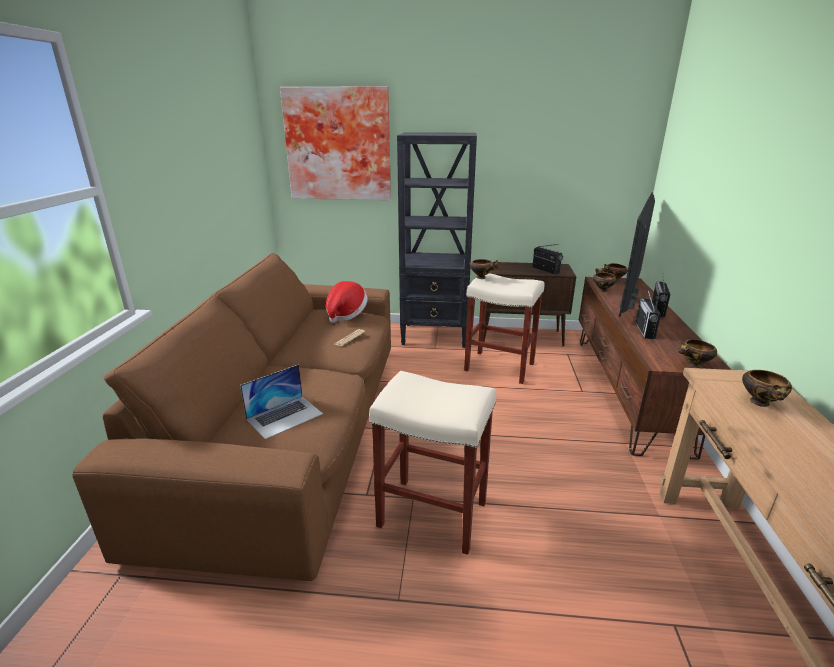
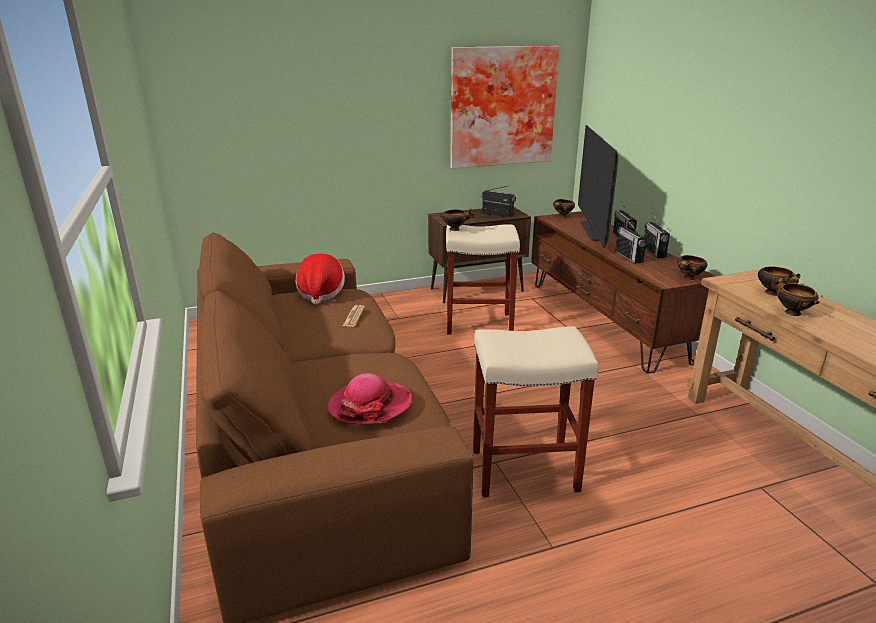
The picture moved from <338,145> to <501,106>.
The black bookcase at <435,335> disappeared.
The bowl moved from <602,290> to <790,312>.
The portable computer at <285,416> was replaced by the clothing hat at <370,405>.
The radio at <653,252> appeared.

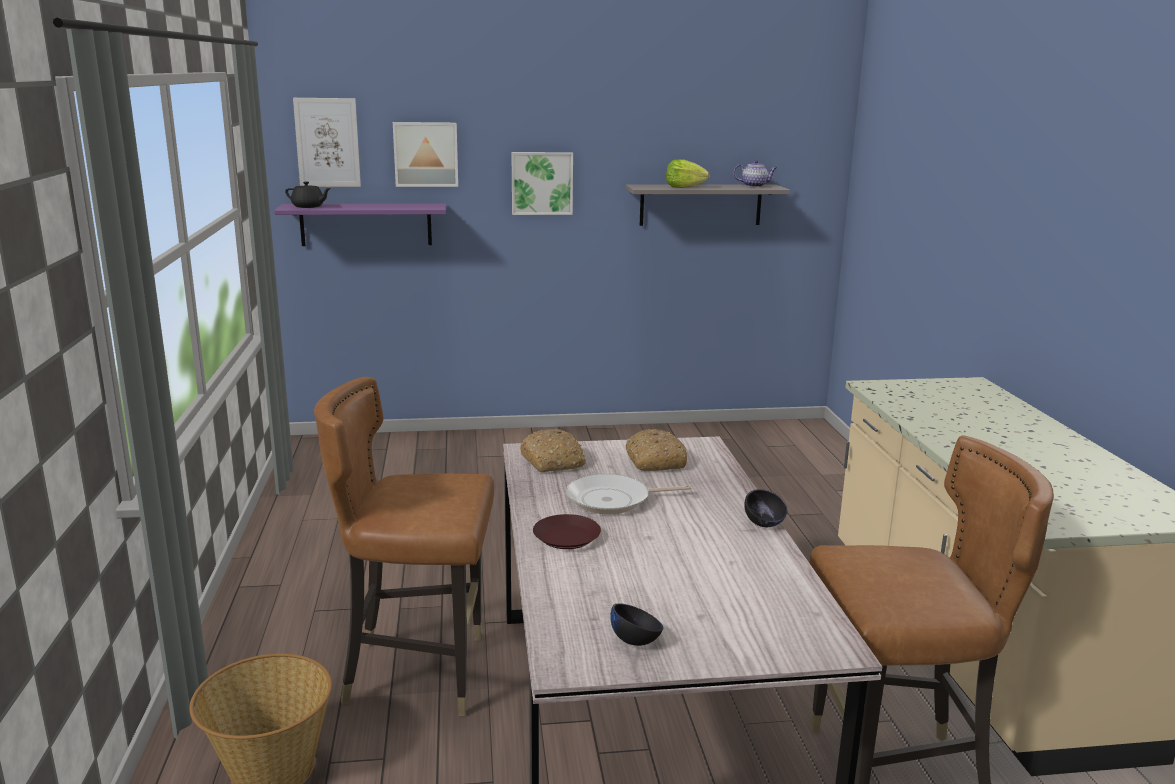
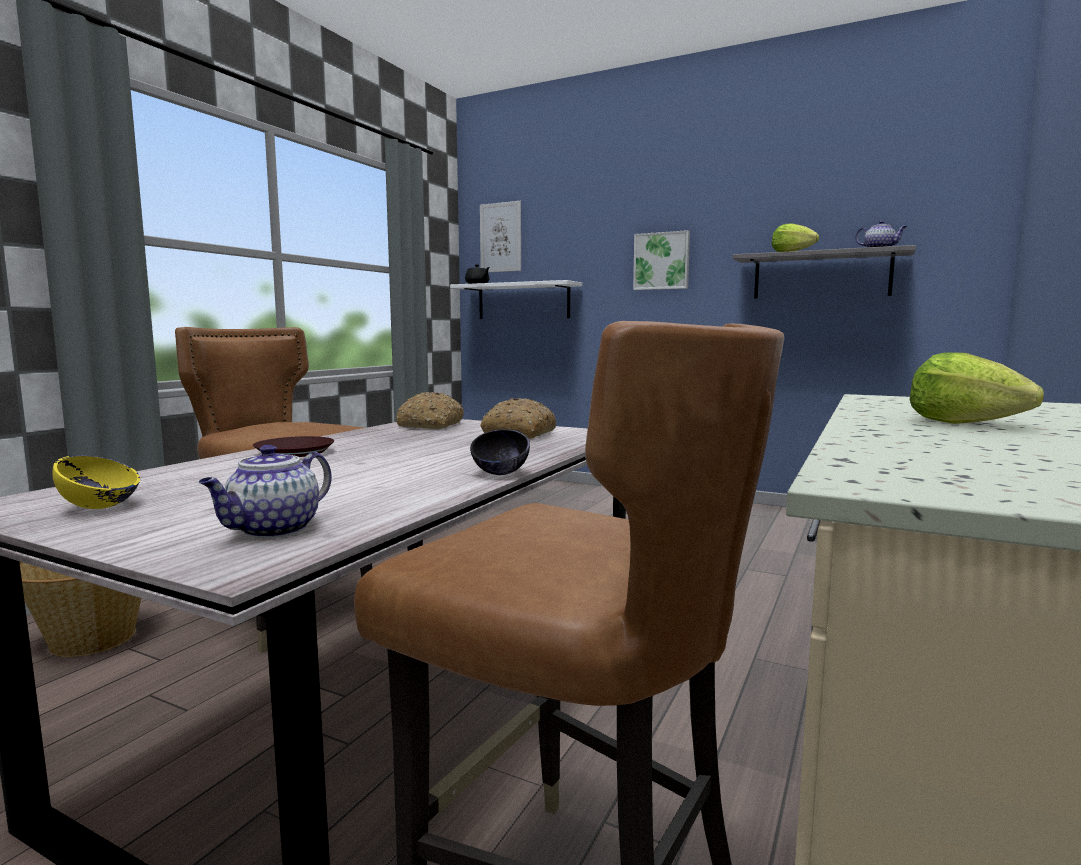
The picture at <426,154> disappeared.
The purplish bracket shelf at <366,224> became the whitish bracket shelf at <523,301>.
The pan at <613,500> disappeared.
The black bowl at <636,641> became the yellow bowl at <100,507>.
The head of lettuce at <963,423> appeared.
The pot for tea at <273,530> appeared.

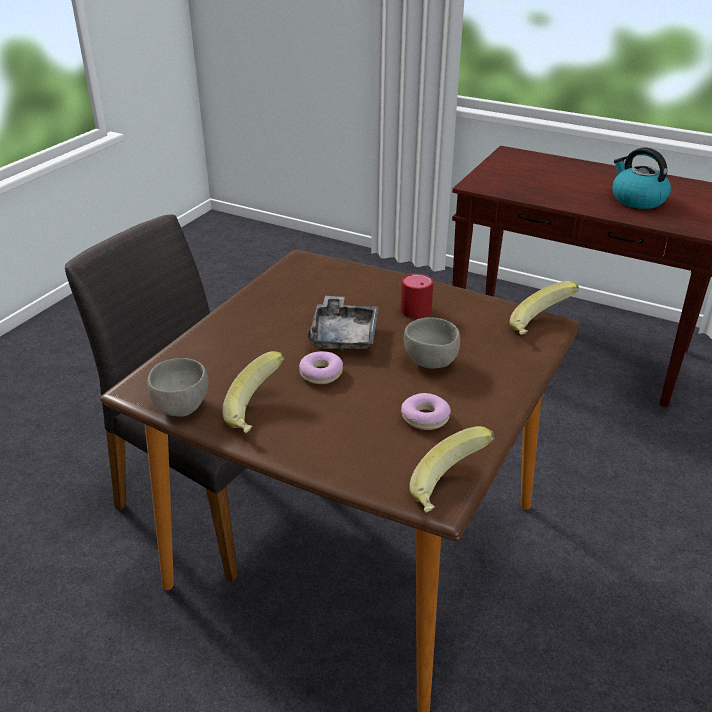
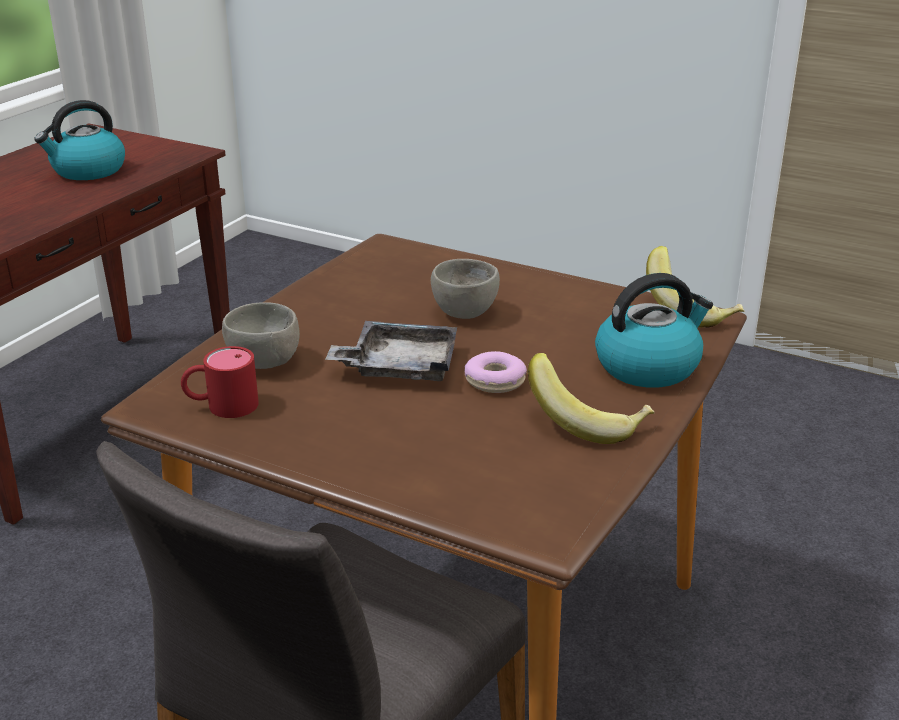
The reddish tea mug moved from <414,306> to <221,406>.
The banana at <541,327> disappeared.
The gray bowl moved from <179,406> to <265,362>.
The donut at <425,418> disappeared.
The water kettle at <648,366> appeared.

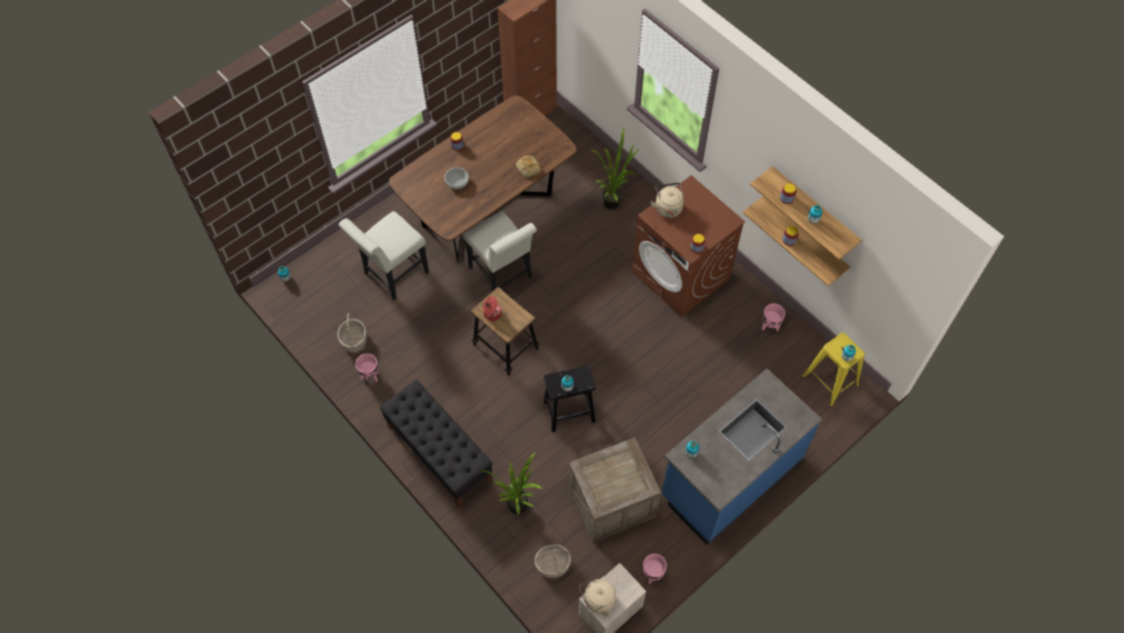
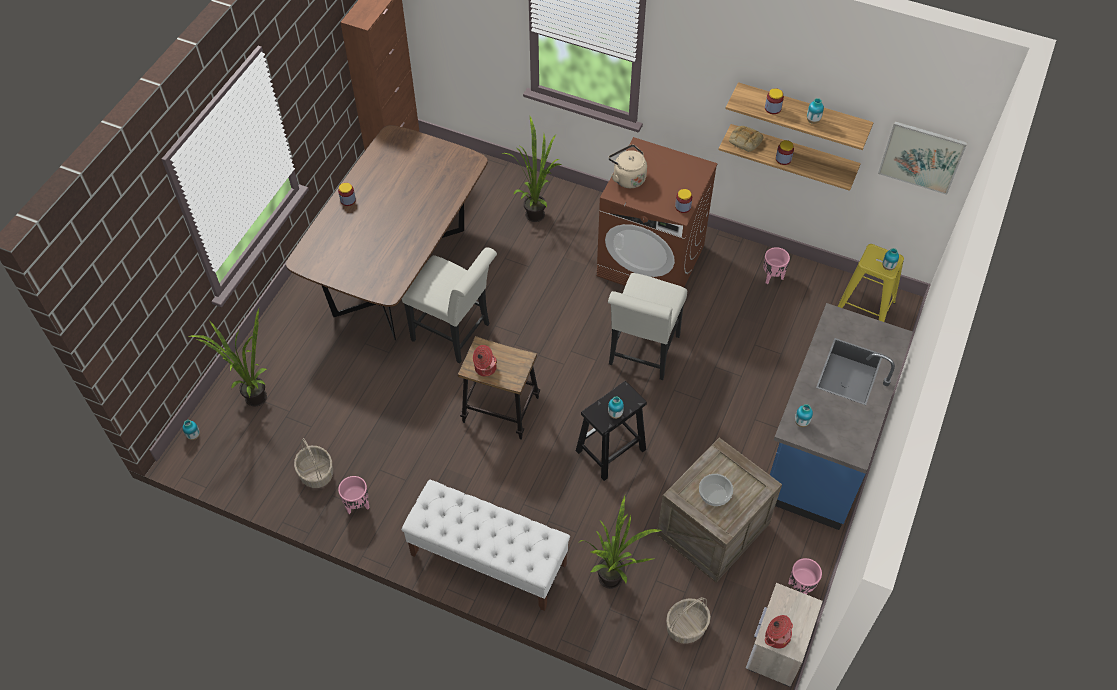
The bakery bread moved from <528,168> to <744,141>.
The bowl moved from <457,182> to <715,494>.
The whitish upright chair moved from <392,275> to <642,354>.
The black long seat at <439,454> became the whitish long seat at <488,559>.
The beige water kettle at <597,601> was replaced by the stockpot at <776,636>.
The picture at <921,157> appeared.
The houseplant at <251,396> appeared.

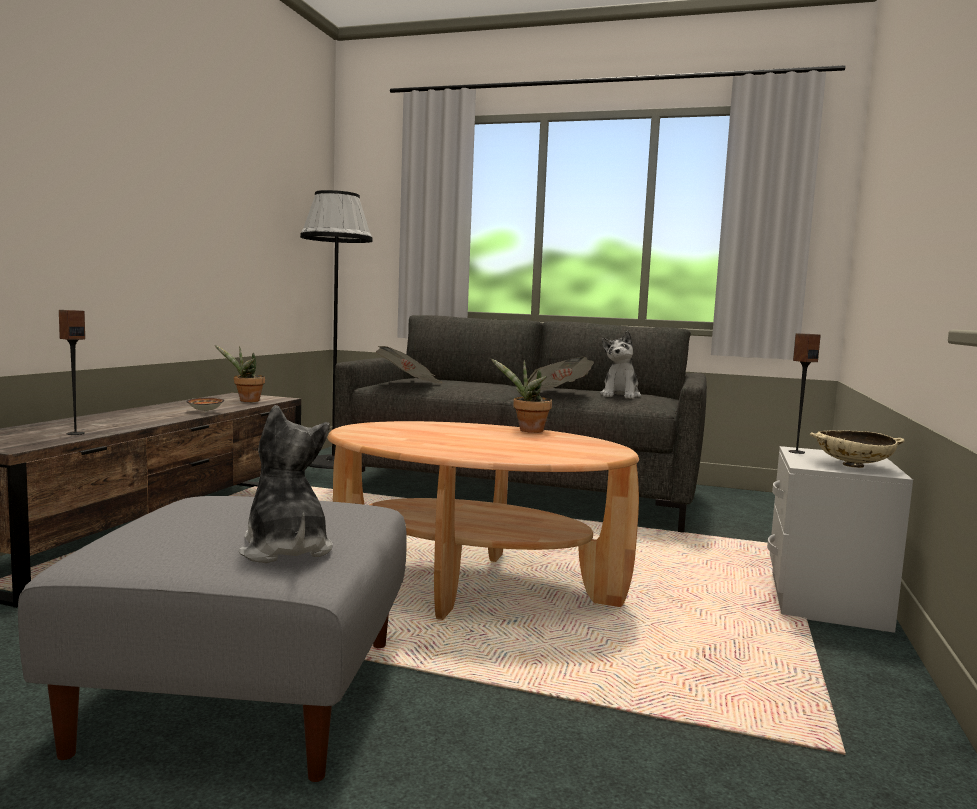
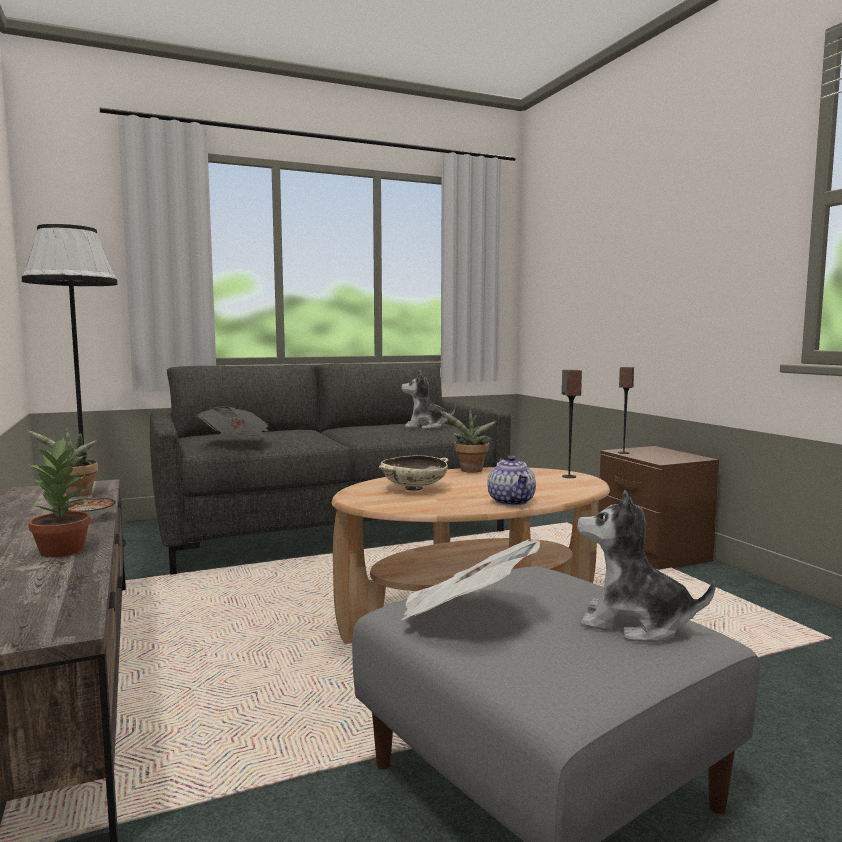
The loudspeaker moved from <75,433> to <568,476>.
The plush toy at <620,395> turned 120 degrees clockwise.
The printed paper moved from <557,393> to <464,615>.
The beige bowl moved from <853,466> to <414,489>.
The gray night table at <826,600> became the brown-coloured night table at <653,553>.
The houseplant at <63,550> appeared.
The pot for tea at <512,501> appeared.

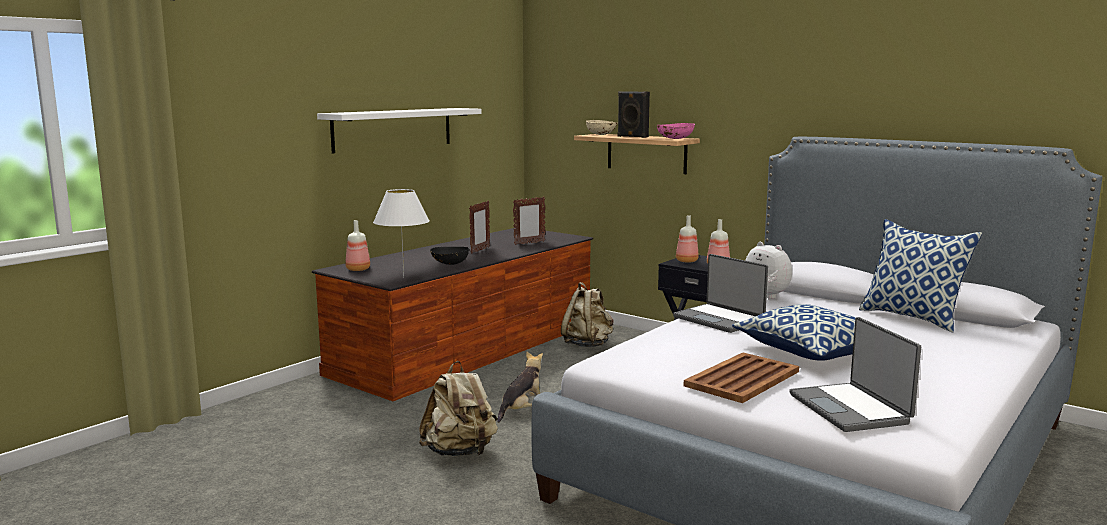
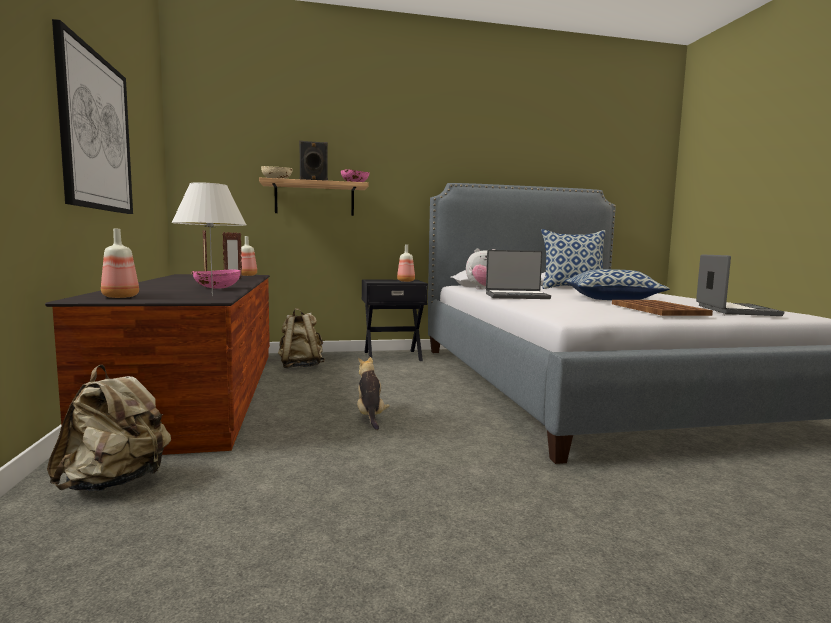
The whitish bracket shelf at <393,129> was replaced by the picture at <96,132>.
The bottle moved from <686,261> to <247,275>.
The black bowl at <449,264> became the pink bowl at <217,288>.
The portable computer at <850,409> turned 105 degrees counterclockwise.
The beige backpack moved from <460,452> to <115,482>.

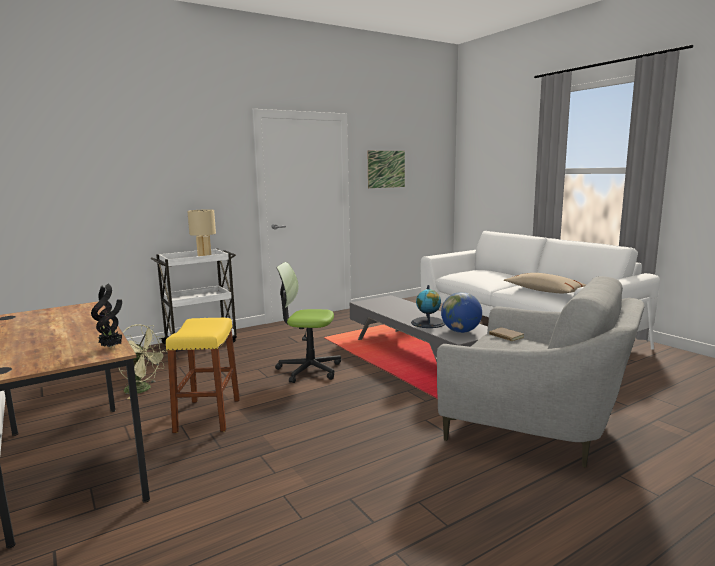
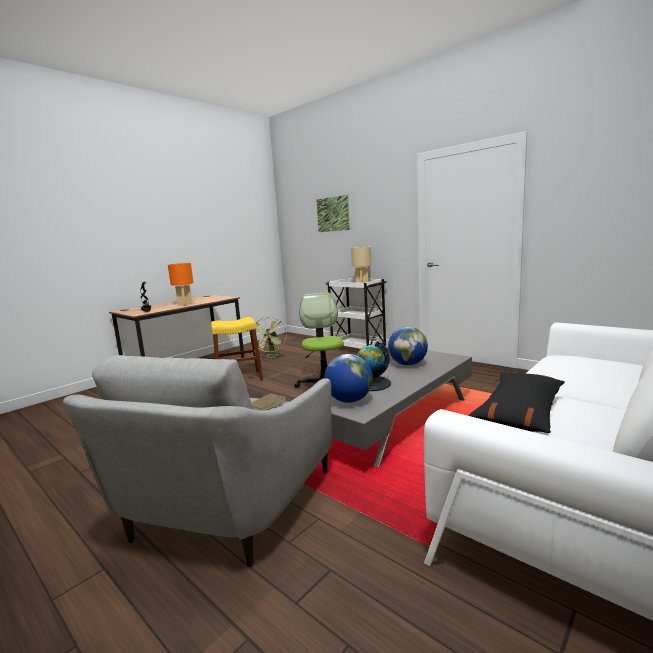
The picture moved from <386,169> to <332,214>.
The beige cushion at <544,291> became the black cushion at <520,412>.
The orange lamp for a table at <184,304> appeared.
The desk globe at <408,364> appeared.

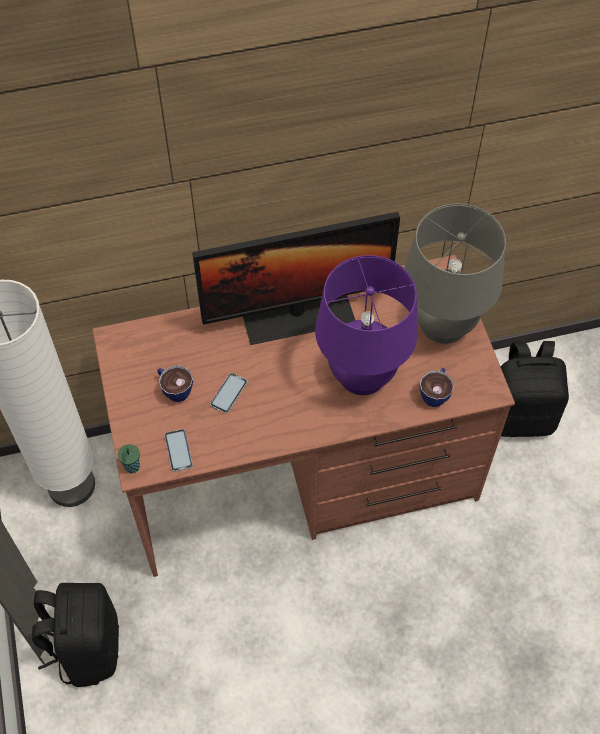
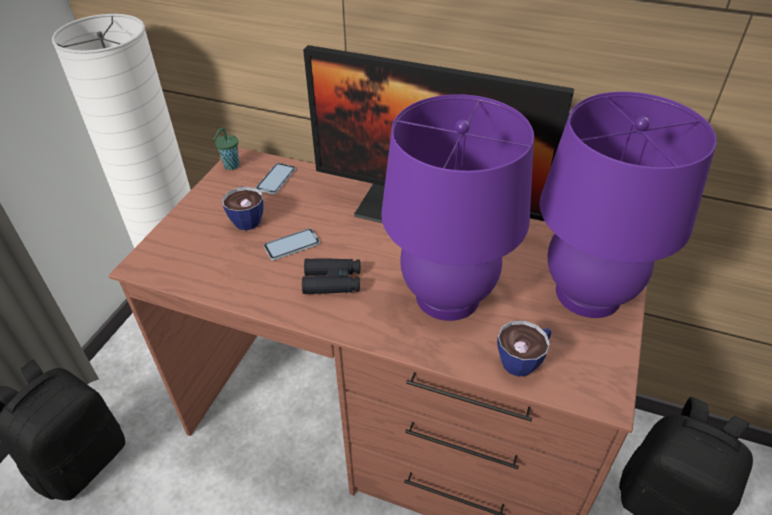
The gray lamp for a table at <443,324> became the purplish lamp for a table at <588,293>.
The telephone moved from <178,451> to <276,179>.
The greenish small cup moved from <132,467> to <231,166>.
The black field glasses at <332,281> appeared.

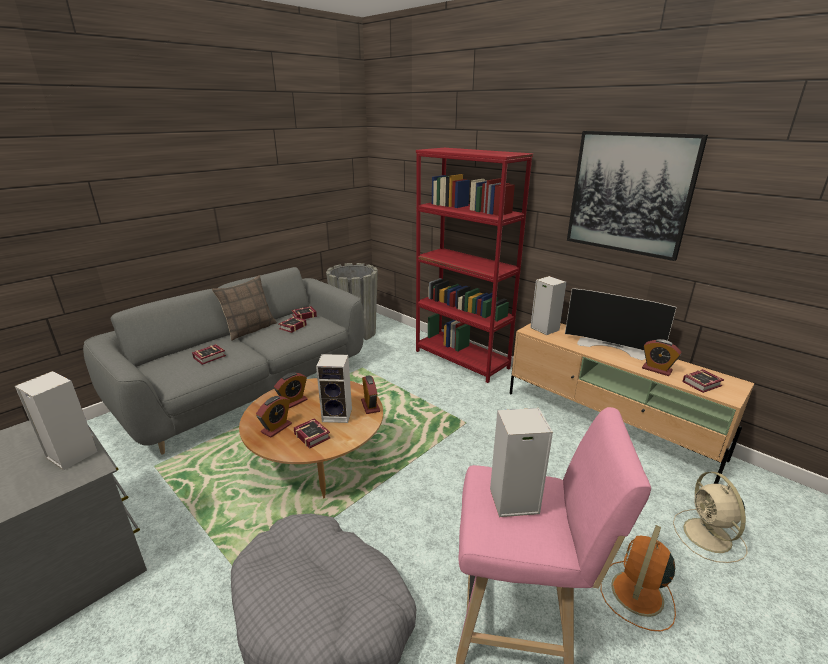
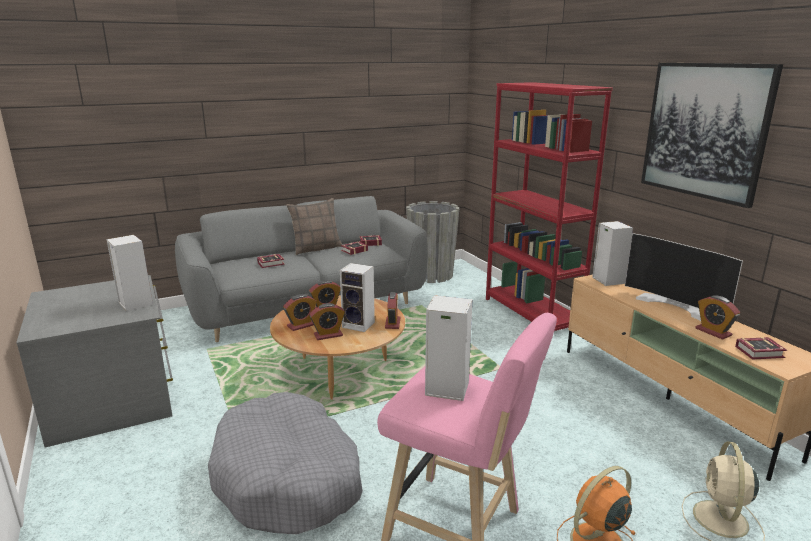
The volume at <312,435> was replaced by the table clock at <328,335>.

